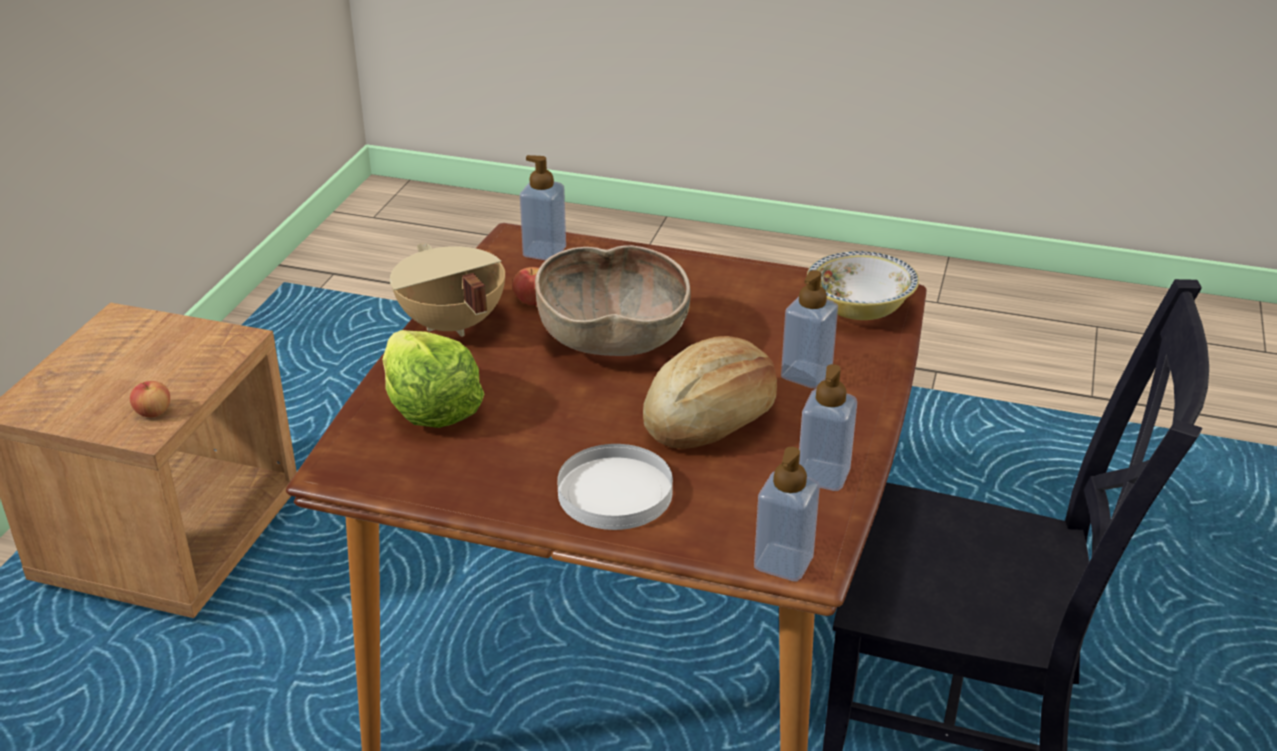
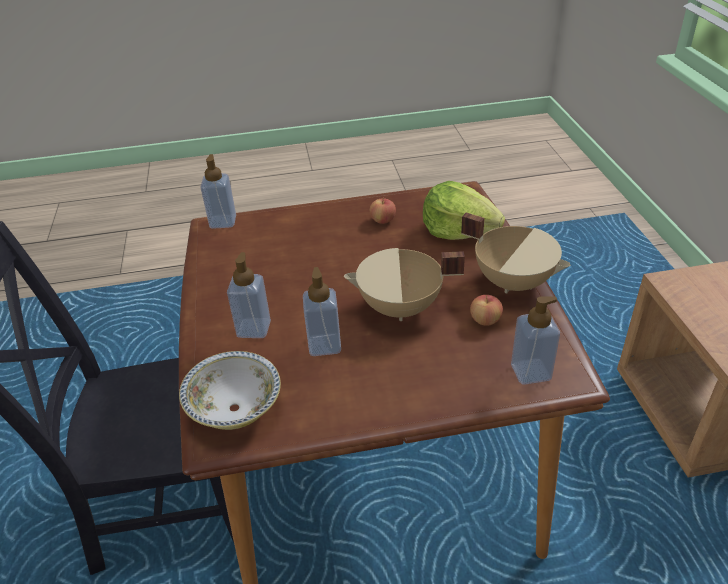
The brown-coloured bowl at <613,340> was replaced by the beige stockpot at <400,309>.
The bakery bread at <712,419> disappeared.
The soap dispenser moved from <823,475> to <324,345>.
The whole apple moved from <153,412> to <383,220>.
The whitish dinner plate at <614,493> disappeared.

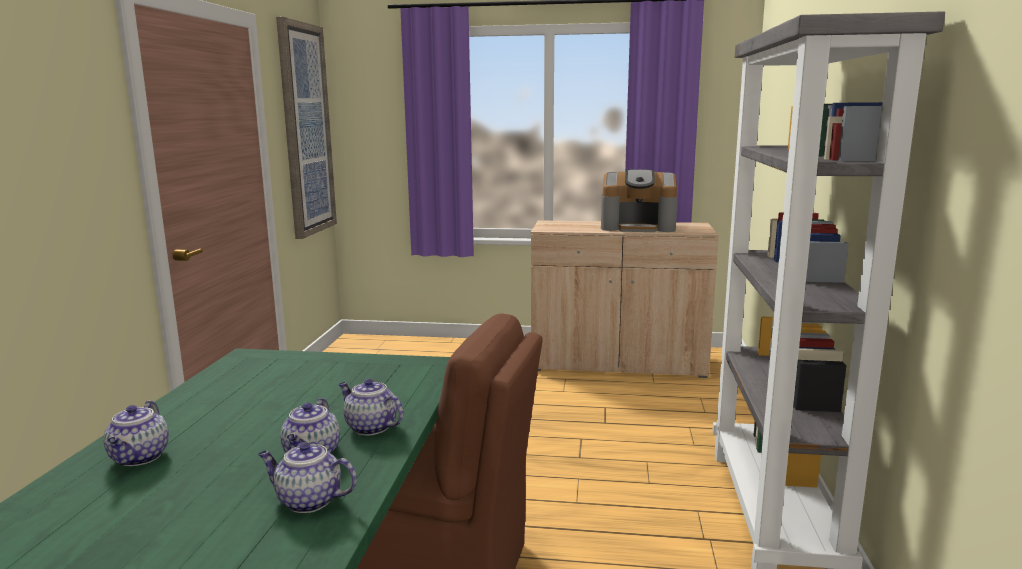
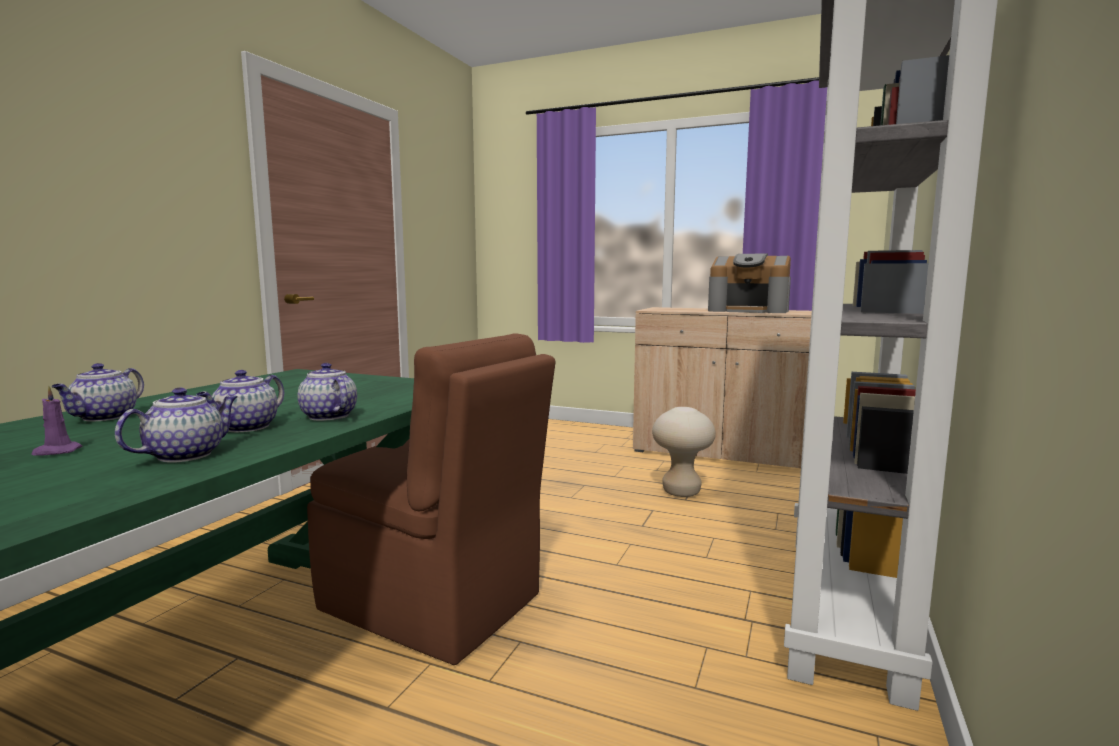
The picture at <306,130> disappeared.
The pot for tea at <307,501> turned 90 degrees clockwise.
The purplish candle at <56,452> appeared.
The beige stool seat at <681,492> appeared.

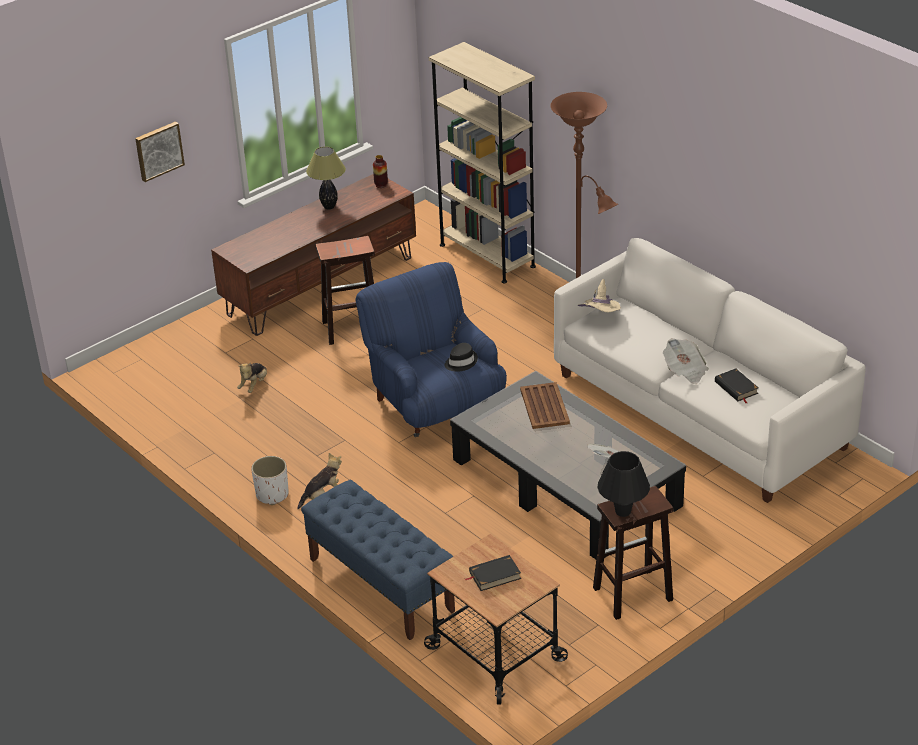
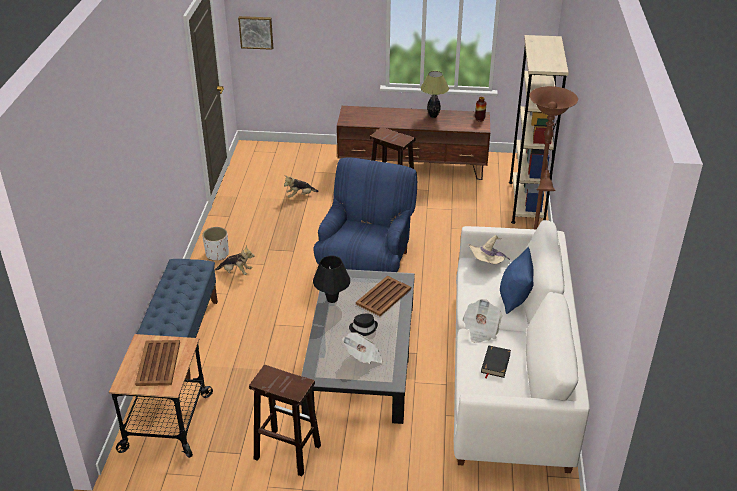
The picture moved from <158,150> to <256,32>.
The black clothing hat moved from <460,362> to <363,328>.
The black lamp for a table moved from <623,511> to <332,299>.
The black volume at <494,575> was replaced by the brown-coloured serving tray at <158,363>.
The blue-coloured cushion at <514,298> appeared.

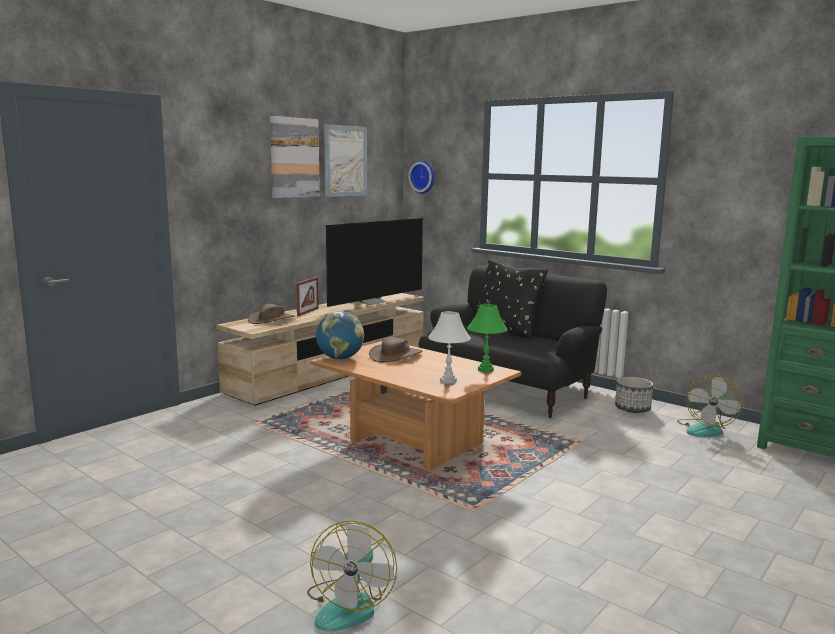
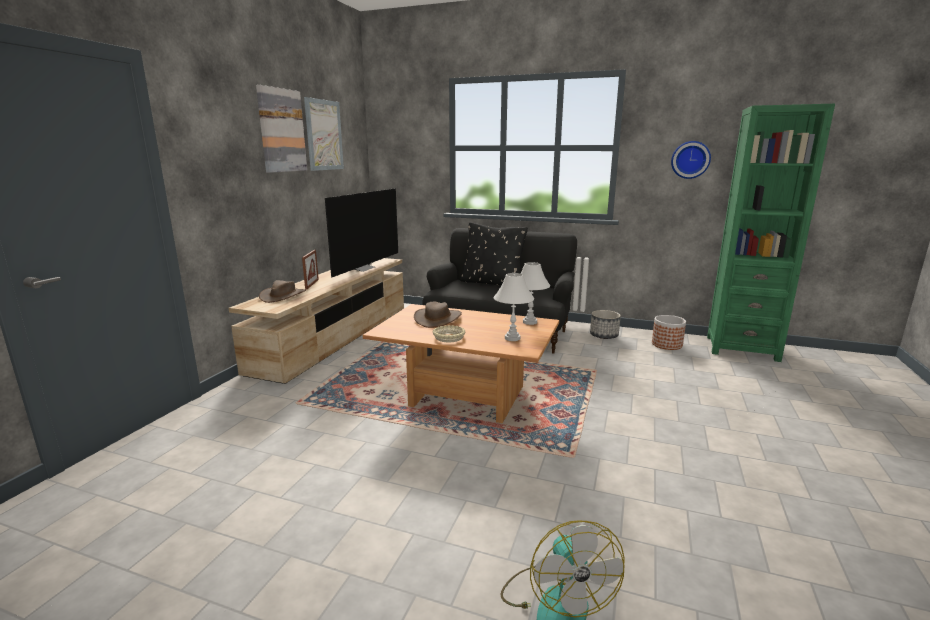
The wall clock moved from <423,177> to <690,160>.
The greenish lamp for a table at <485,369> became the whitish lamp for a table at <529,322>.
The desk globe at <340,358> disappeared.
The electric fan at <706,429> was replaced by the flower pot at <667,344>.
The beige bowl at <448,337> appeared.

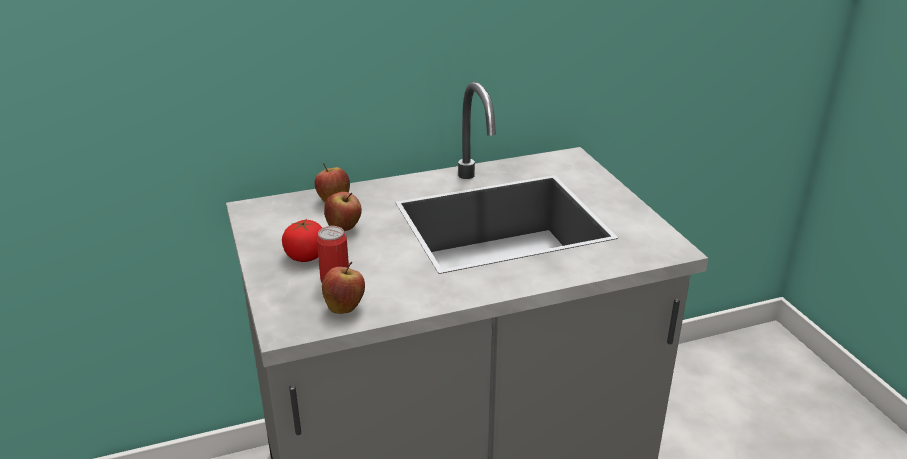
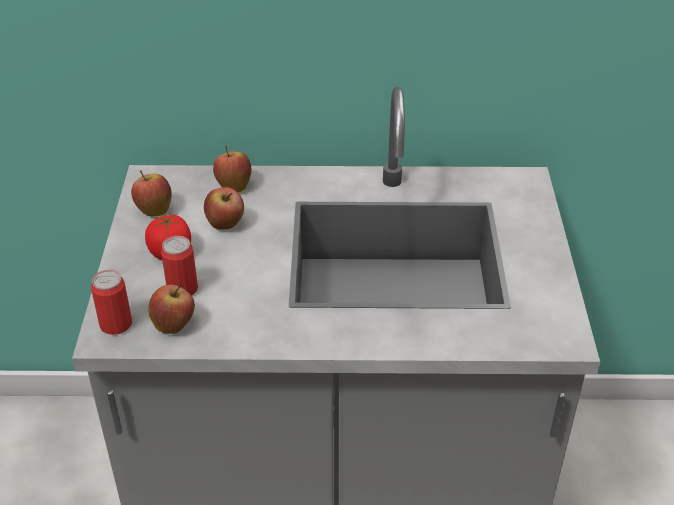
The whole apple at <154,210> appeared.
The metal can at <116,324> appeared.

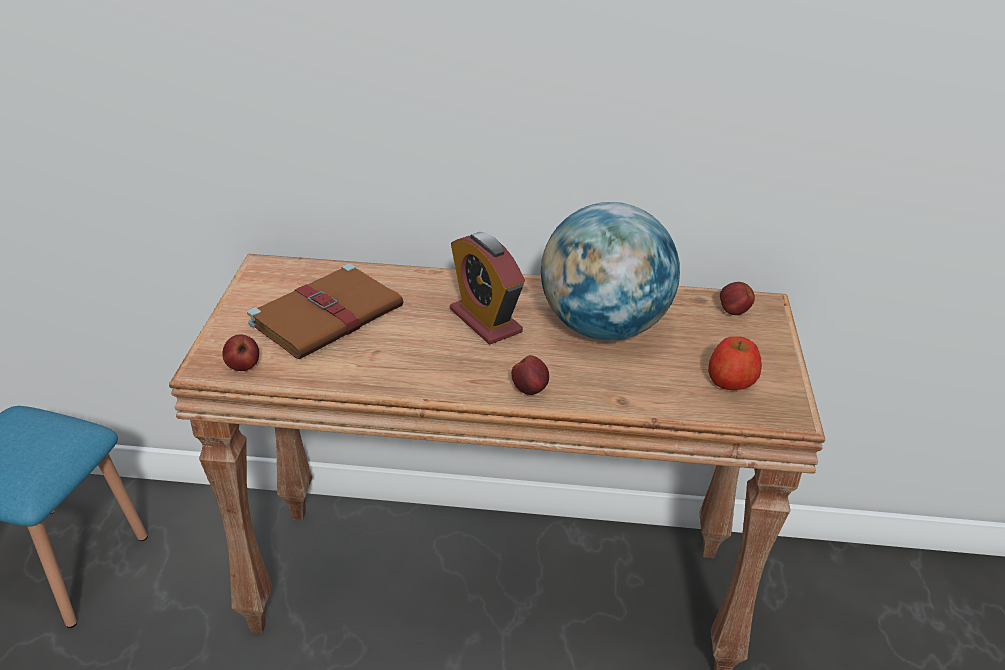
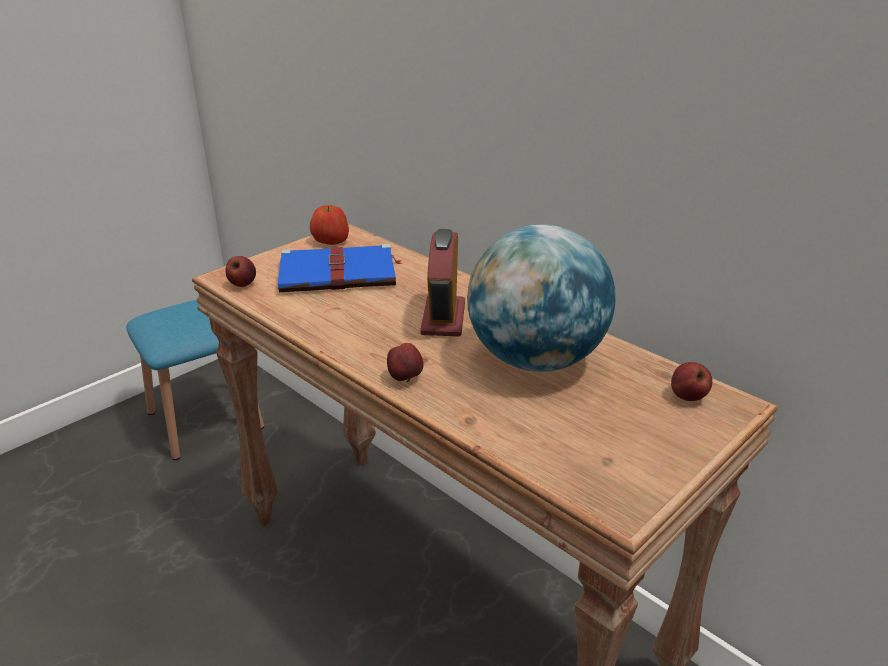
The brown-coloured volume at <329,314> became the blue-coloured volume at <340,274>.
The whole apple moved from <731,381> to <330,241>.

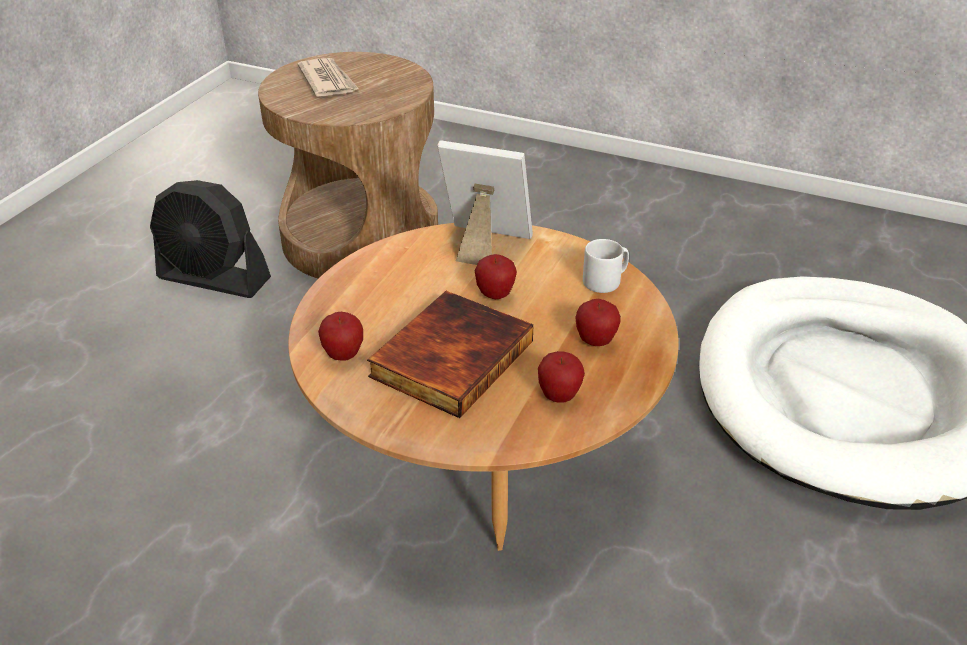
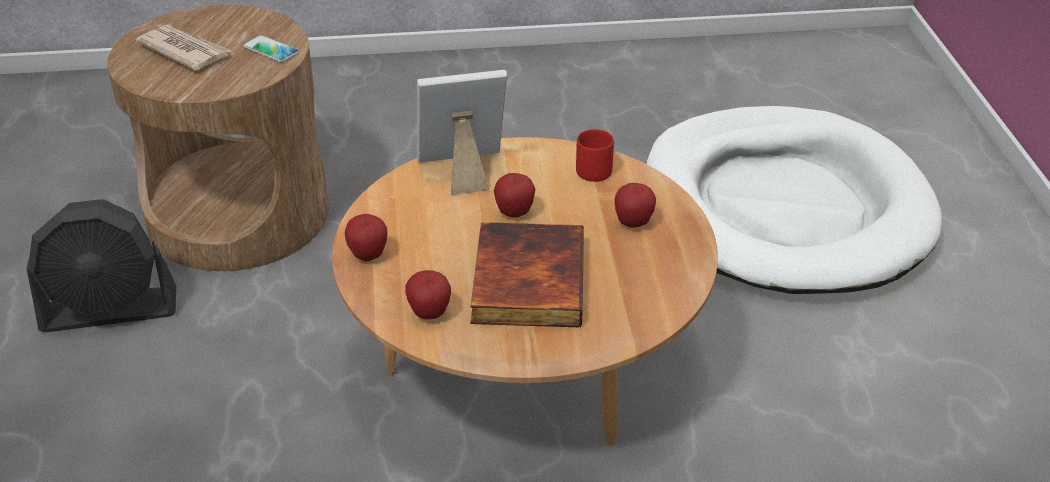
The gray tea mug at <605,281> became the reddish tea mug at <596,169>.
The whole apple moved from <559,396> to <368,256>.
The telephone at <271,50> appeared.

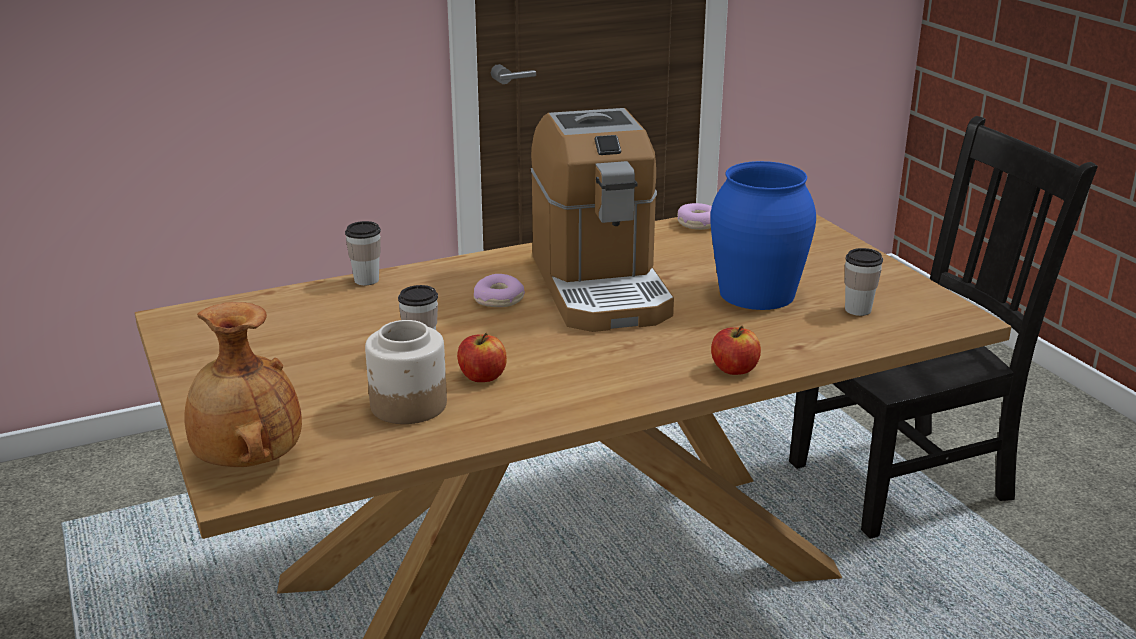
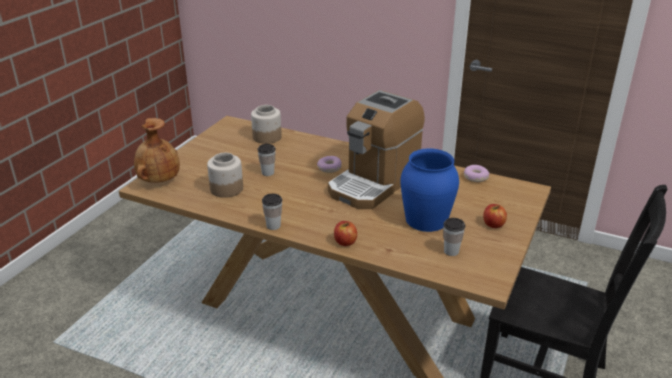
The small cup moved from <366,280> to <273,226>.
The whole apple moved from <482,376> to <493,224>.
The preserve jar at <266,137> appeared.

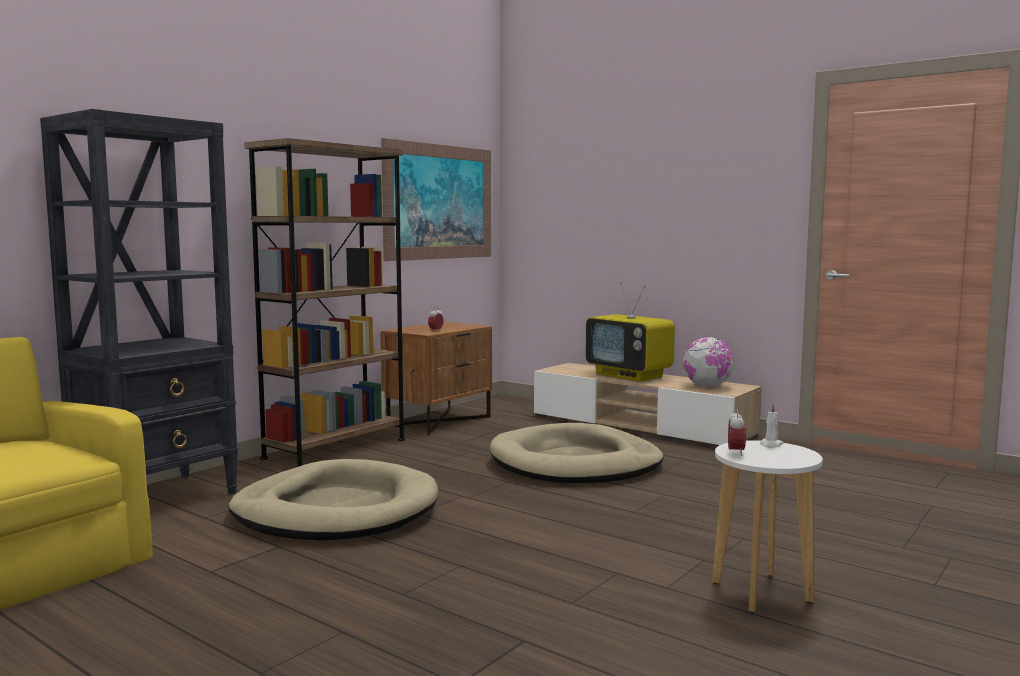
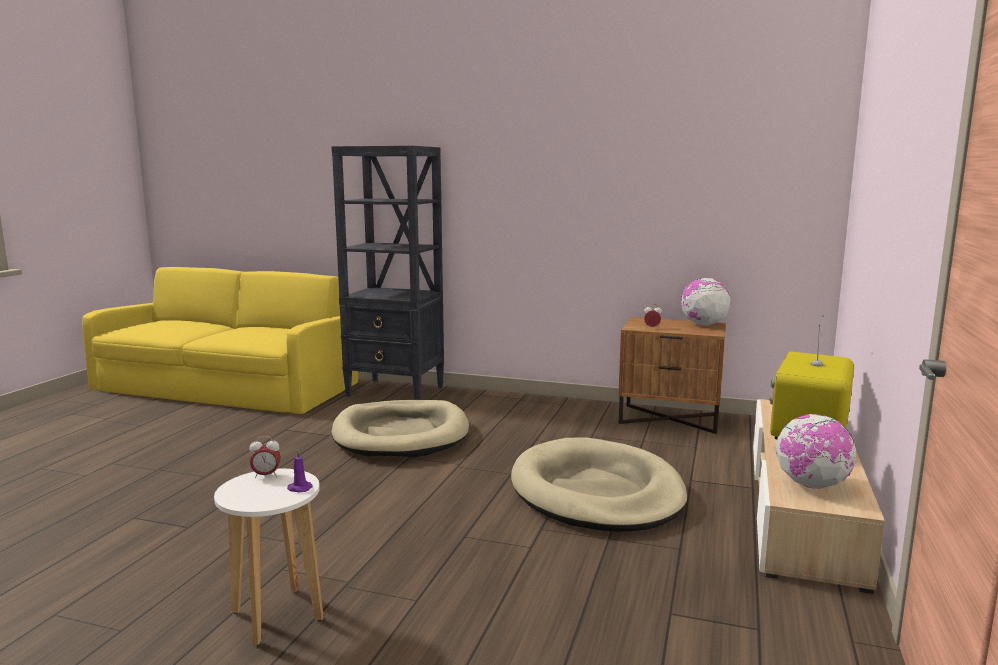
The brown-coloured bookcase at <335,449> disappeared.
The picture at <439,202> disappeared.
The whitish candle at <770,445> became the purplish candle at <299,488>.
The desk globe at <703,325> appeared.

